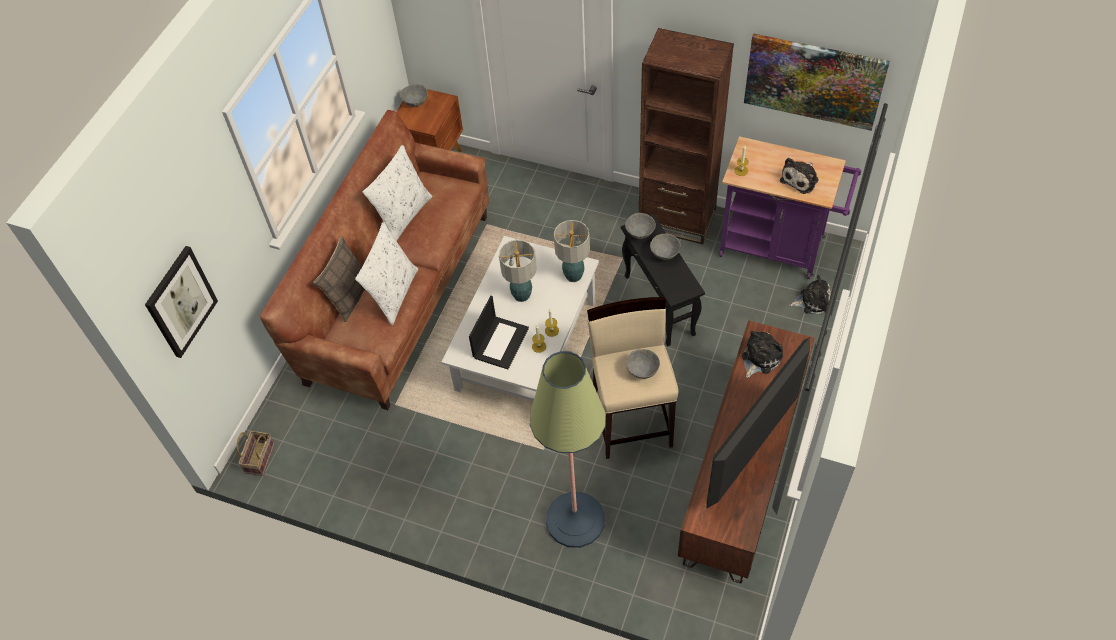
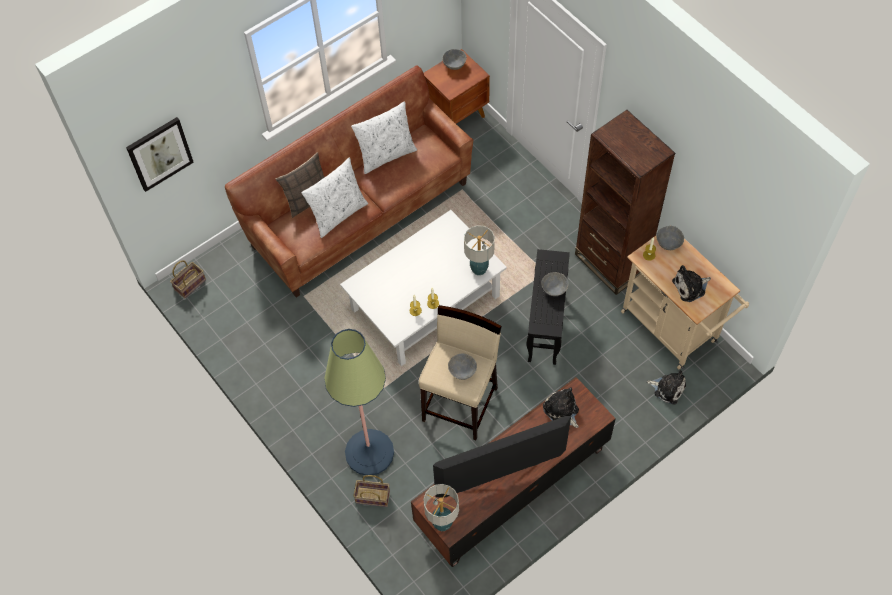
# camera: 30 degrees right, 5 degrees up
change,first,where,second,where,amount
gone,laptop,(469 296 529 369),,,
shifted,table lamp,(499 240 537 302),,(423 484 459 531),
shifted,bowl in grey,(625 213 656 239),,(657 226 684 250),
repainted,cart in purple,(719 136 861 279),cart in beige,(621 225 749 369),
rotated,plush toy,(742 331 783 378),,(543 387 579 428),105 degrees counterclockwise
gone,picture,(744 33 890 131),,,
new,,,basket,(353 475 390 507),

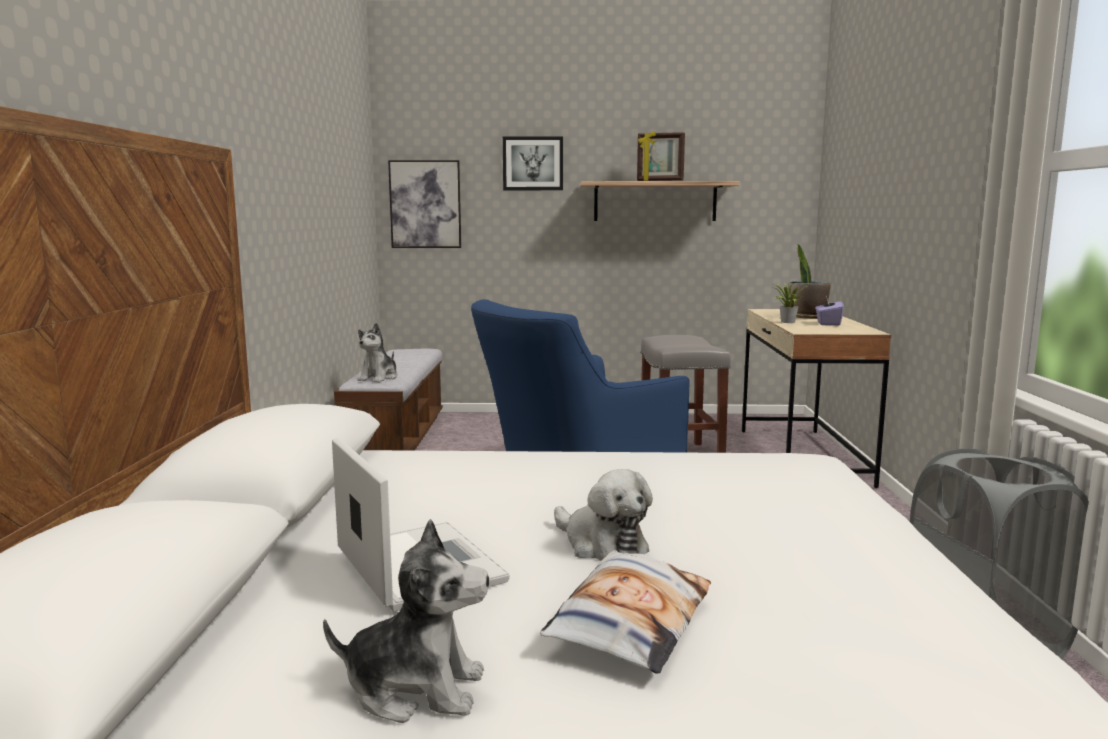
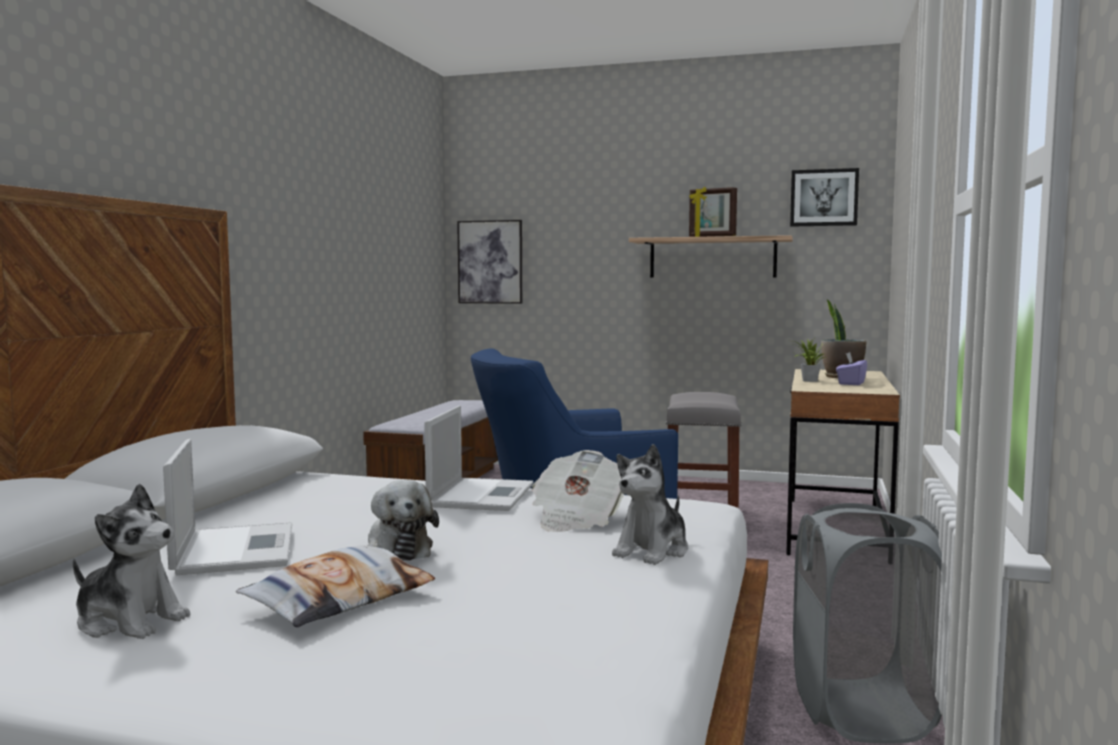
# camera: 15 degrees right, 5 degrees down
change,first,where,second,where,amount
shifted,plush toy,(358 323 398 382),,(612 444 688 565),
shifted,picture,(503 136 563 190),,(790 168 859 227),
new,,,laptop,(424 406 533 511),
new,,,newspaper,(532 450 624 532),

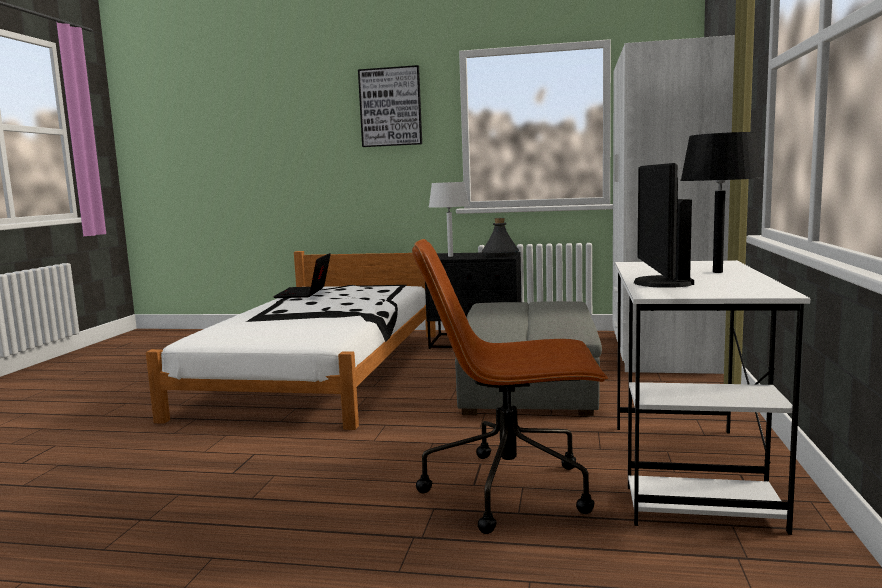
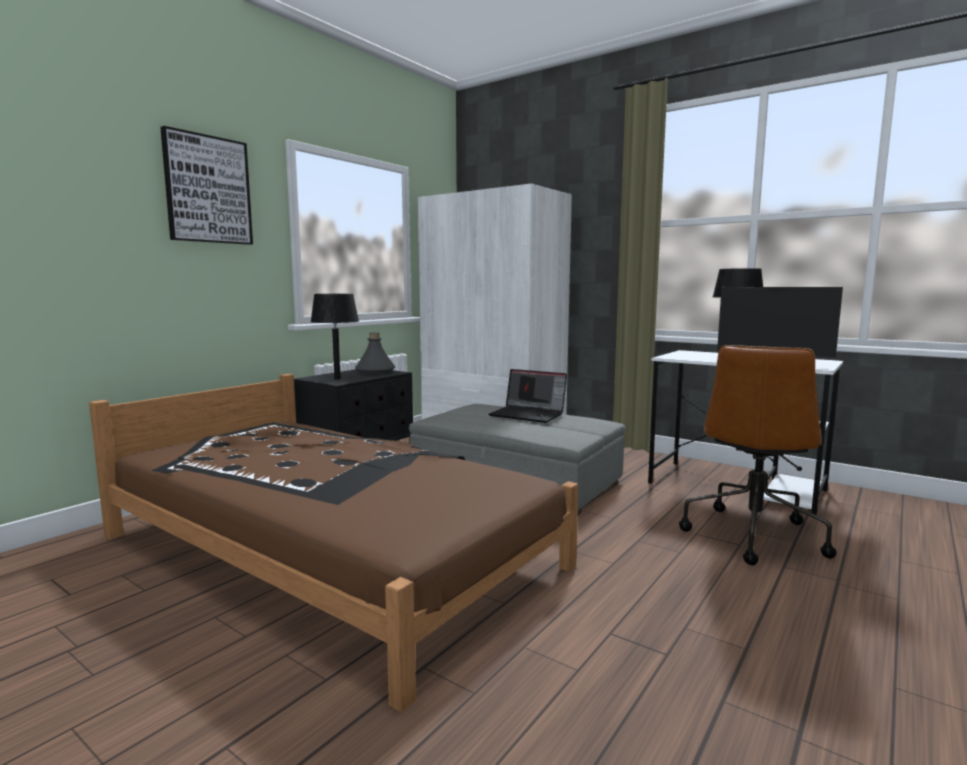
# camera: 65 degrees left, 0 degrees up
change,first,where,second,where,amount
repainted,bed in white,(146 251 436 430),bed in brown,(89 374 578 712),
shifted,laptop,(273 253 331 298),,(489 369 567 423),
repainted,table lamp in white,(429 182 469 257),table lamp in black,(311 294 359 379),

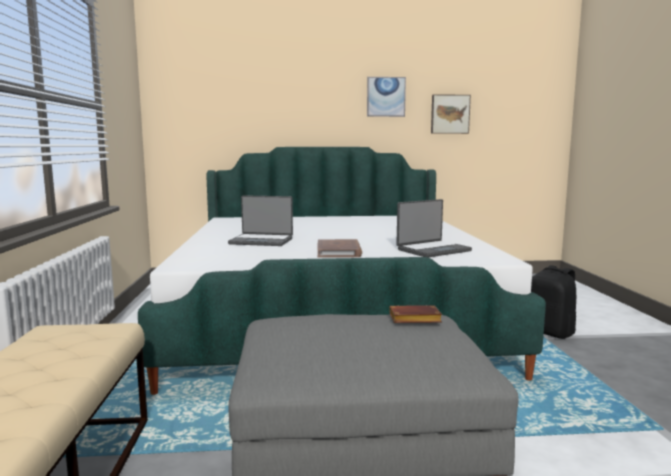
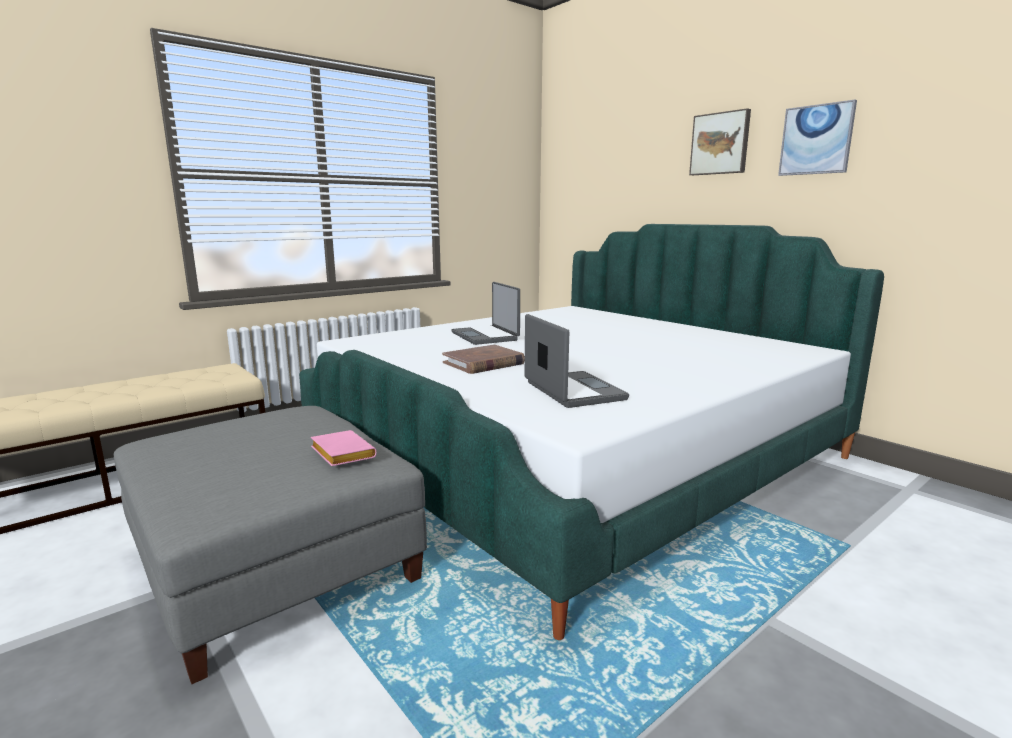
# camera: 55 degrees right, 5 degrees up
change,first,where,second,where,amount
repainted,book in brown,(389 305 442 323),book in pink,(311 430 377 466),
rotated,laptop,(396 199 472 257),,(525 314 629 408),135 degrees counterclockwise
shifted,picture,(431 94 471 134),,(689 108 751 175),
gone,backpack in black,(531 265 576 339),,,

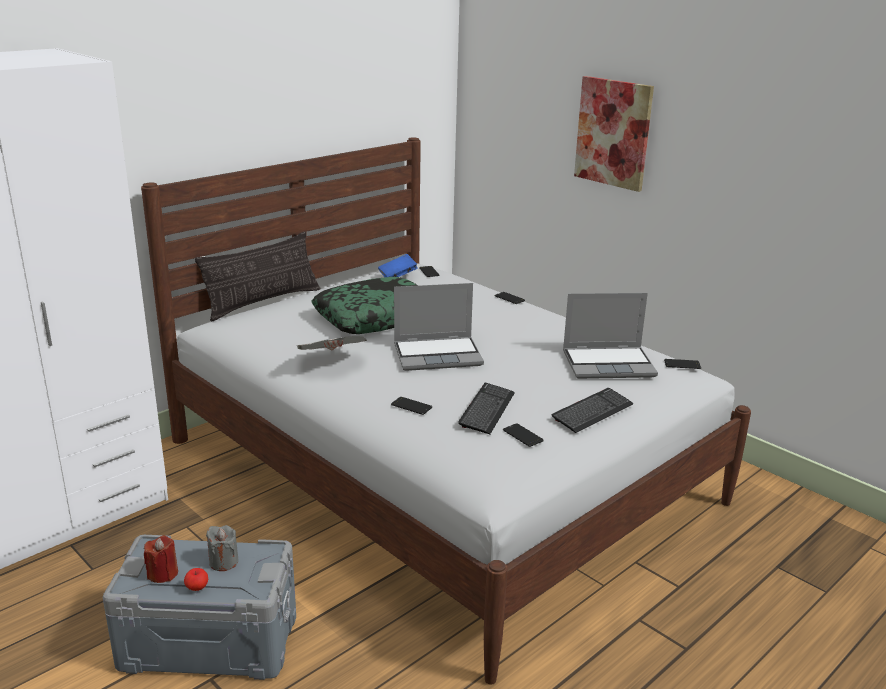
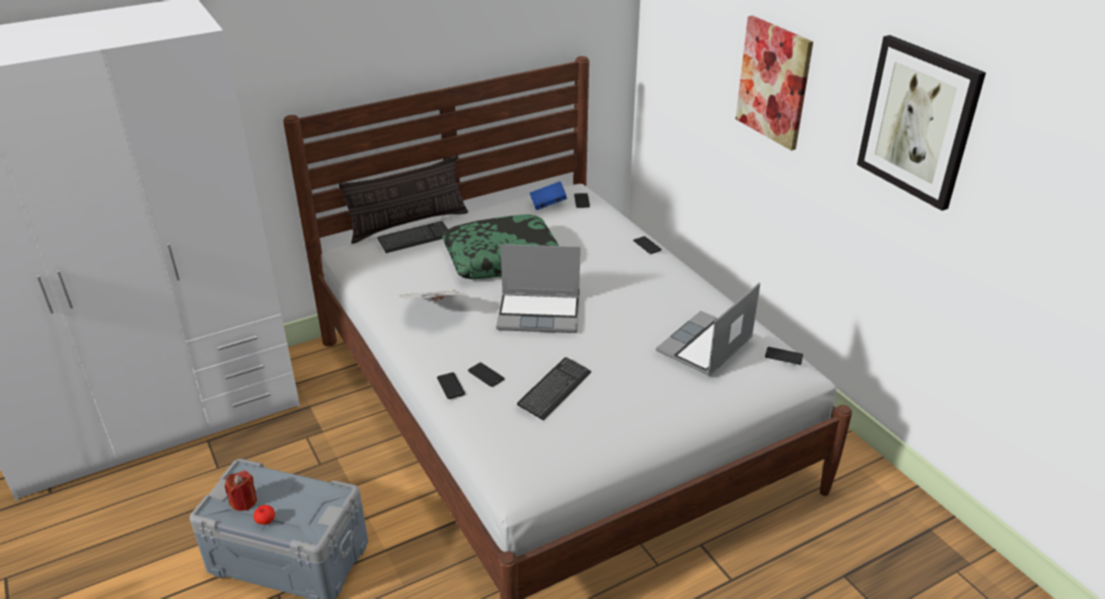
# camera: 15 degrees right, 10 degrees up
change,first,where,second,where,amount
gone,candle in grey,(206 525 239 571),,,
shifted,phone,(503 423 544 447),,(437 372 465 399),
shifted,keyboard,(552 388 633 433),,(377 221 448 253),
rotated,laptop,(563 293 658 379),,(656 283 760 376),120 degrees clockwise
new,,,picture,(857 35 986 211),

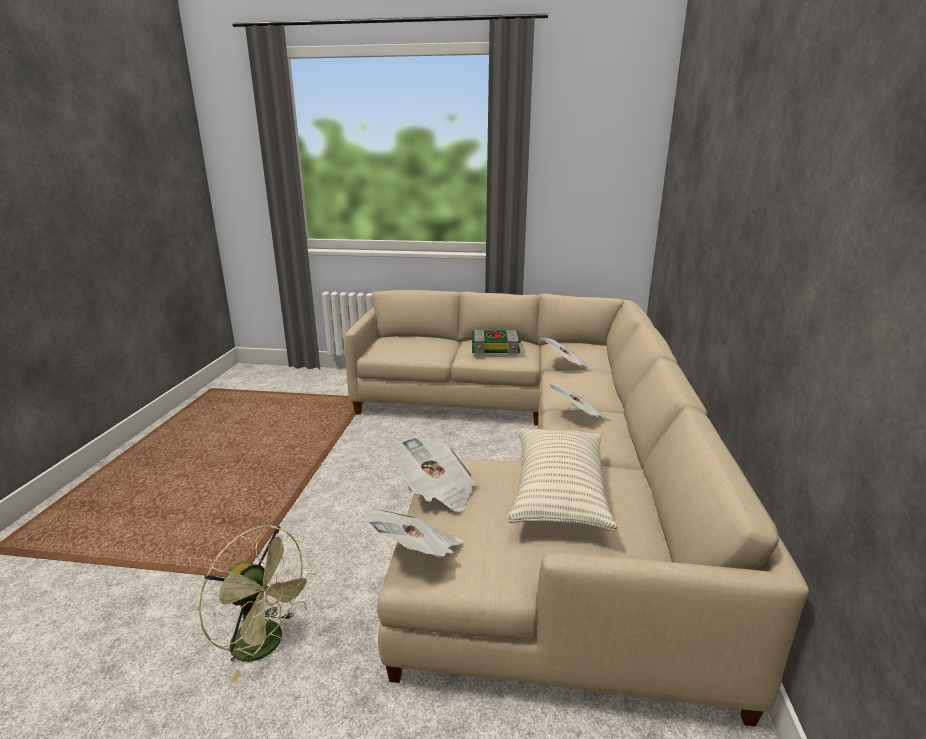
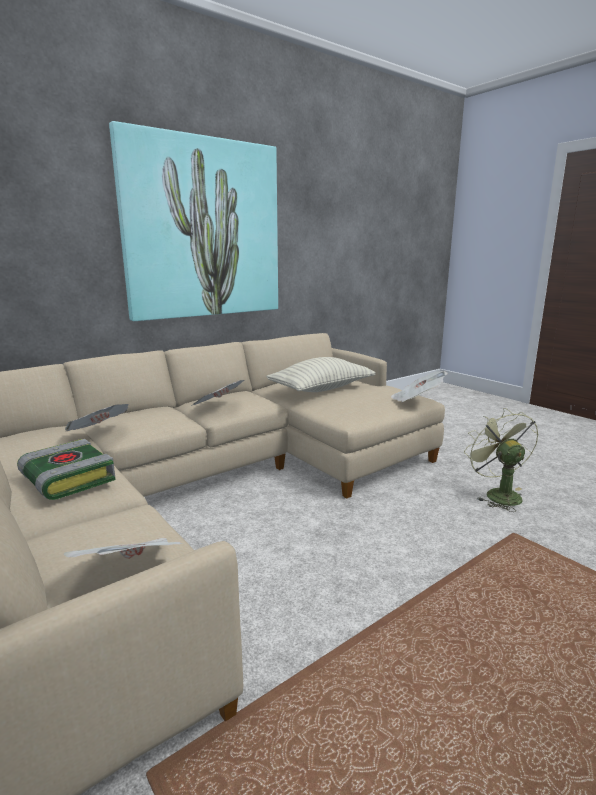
# camera: 135 degrees left, 5 degrees down
change,first,where,second,where,amount
shifted,newspaper,(395 437 477 512),,(64 538 186 559),
new,,,picture,(109 121 278 321),

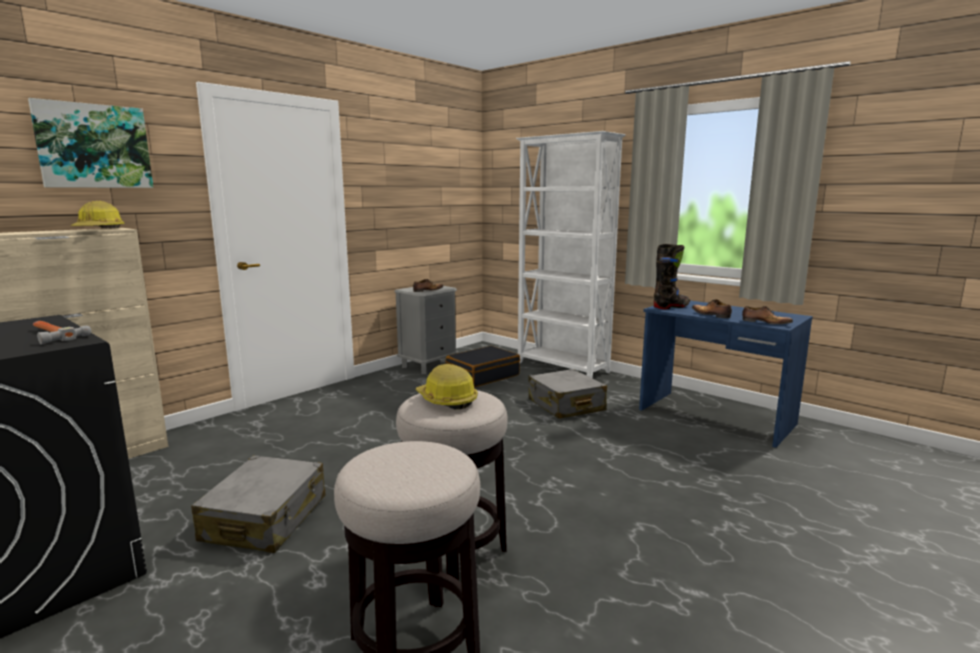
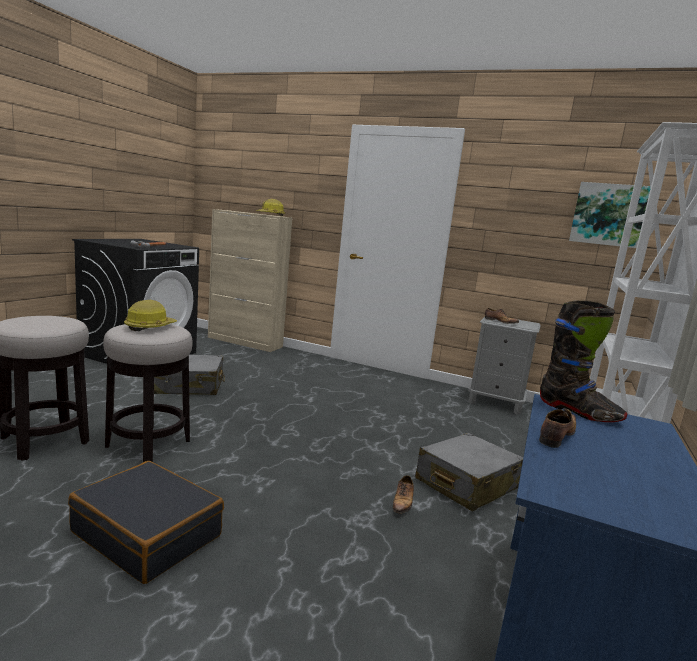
# camera: 70 degrees right, 0 degrees up
change,first,where,second,where,amount
shifted,picture,(28 98 153 188),,(569 182 650 248),
shifted,suitcase in black,(446 346 520 387),,(68 461 224 584),
shifted,shoe,(742 306 793 324),,(393 475 414 514),

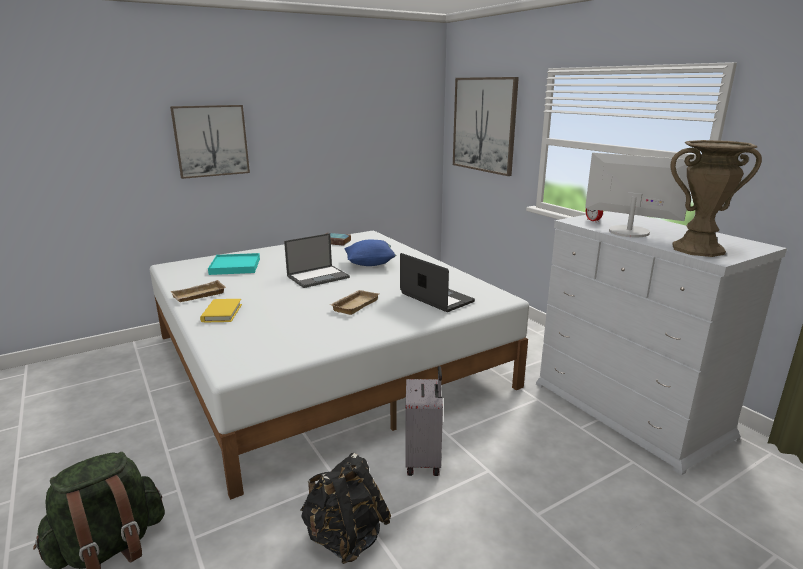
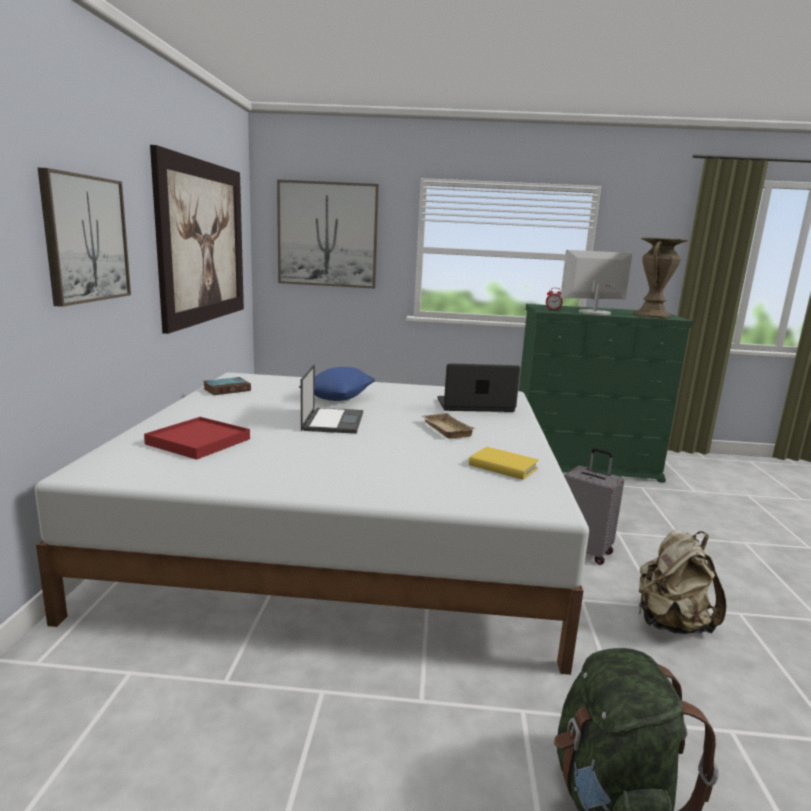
# camera: 55 degrees left, 5 degrees down
change,first,where,second,where,amount
gone,tray in beige,(170 280 226 302),,,
shifted,book in yellow,(200 299 242 322),,(469 447 539 480),
repainted,tray in turquoise,(208 253 260 275),tray in red,(144 417 250 460),
repainted,backpack in black,(300 453 391 564),backpack in beige,(638 530 726 634),
repainted,dresser in white,(536 211 787 476),dresser in green,(519 304 693 483),
new,,,picture,(150 145 244 334),

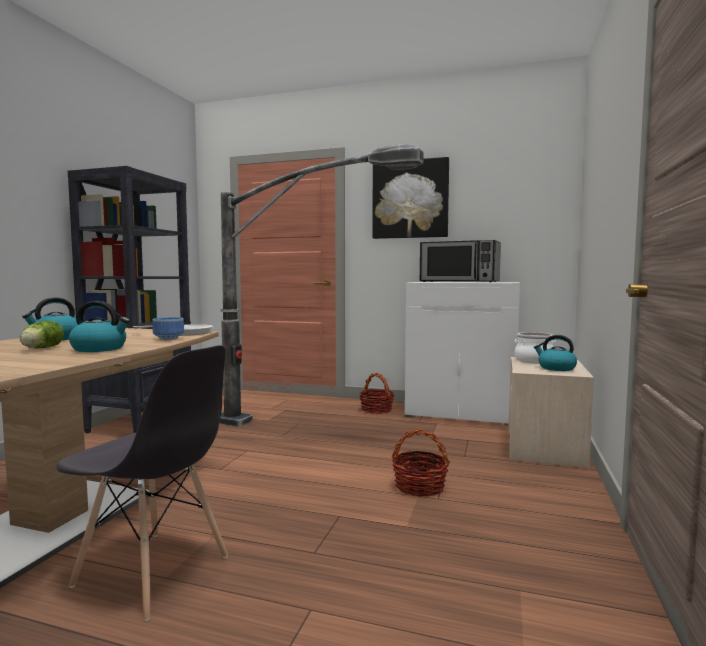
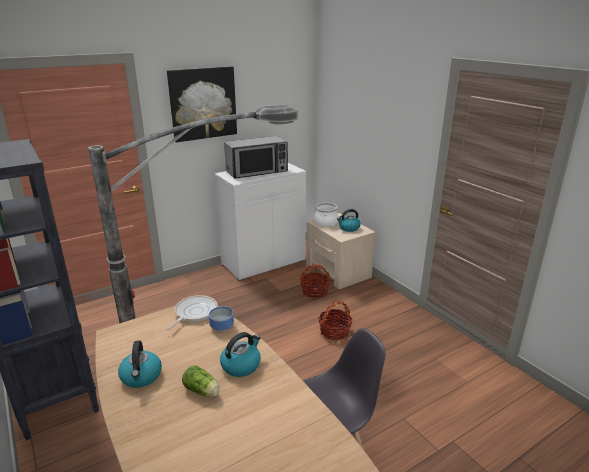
# camera: 50 degrees left, 20 degrees up
change,first,where,second,where,amount
shifted,basket,(359 373 395 414),,(300 264 331 298),

